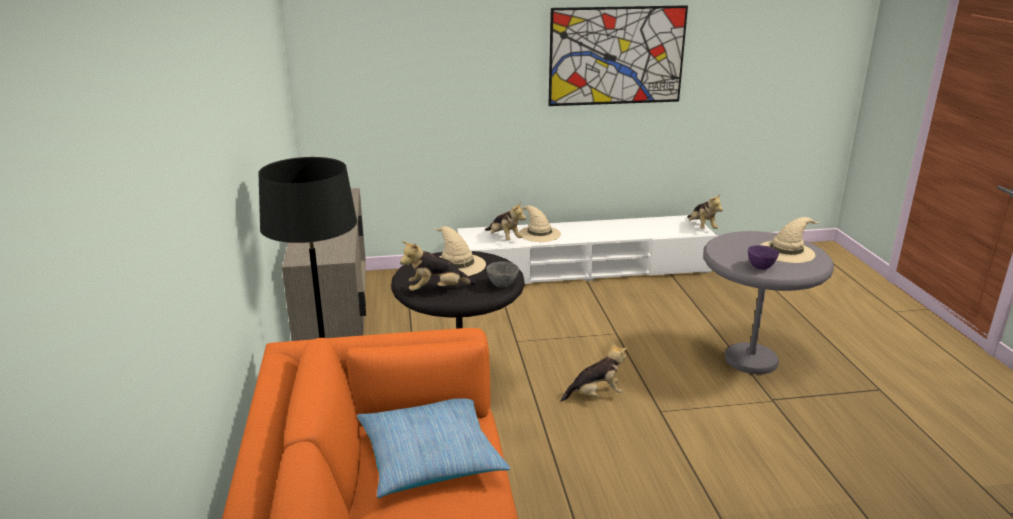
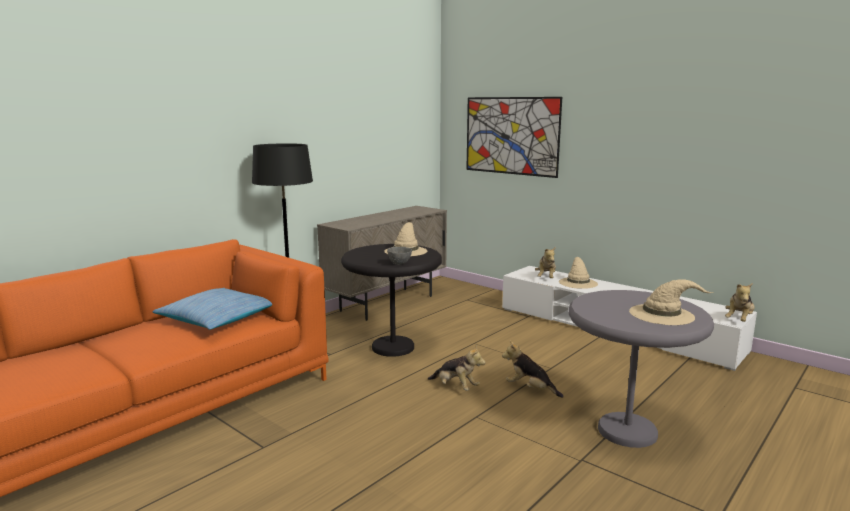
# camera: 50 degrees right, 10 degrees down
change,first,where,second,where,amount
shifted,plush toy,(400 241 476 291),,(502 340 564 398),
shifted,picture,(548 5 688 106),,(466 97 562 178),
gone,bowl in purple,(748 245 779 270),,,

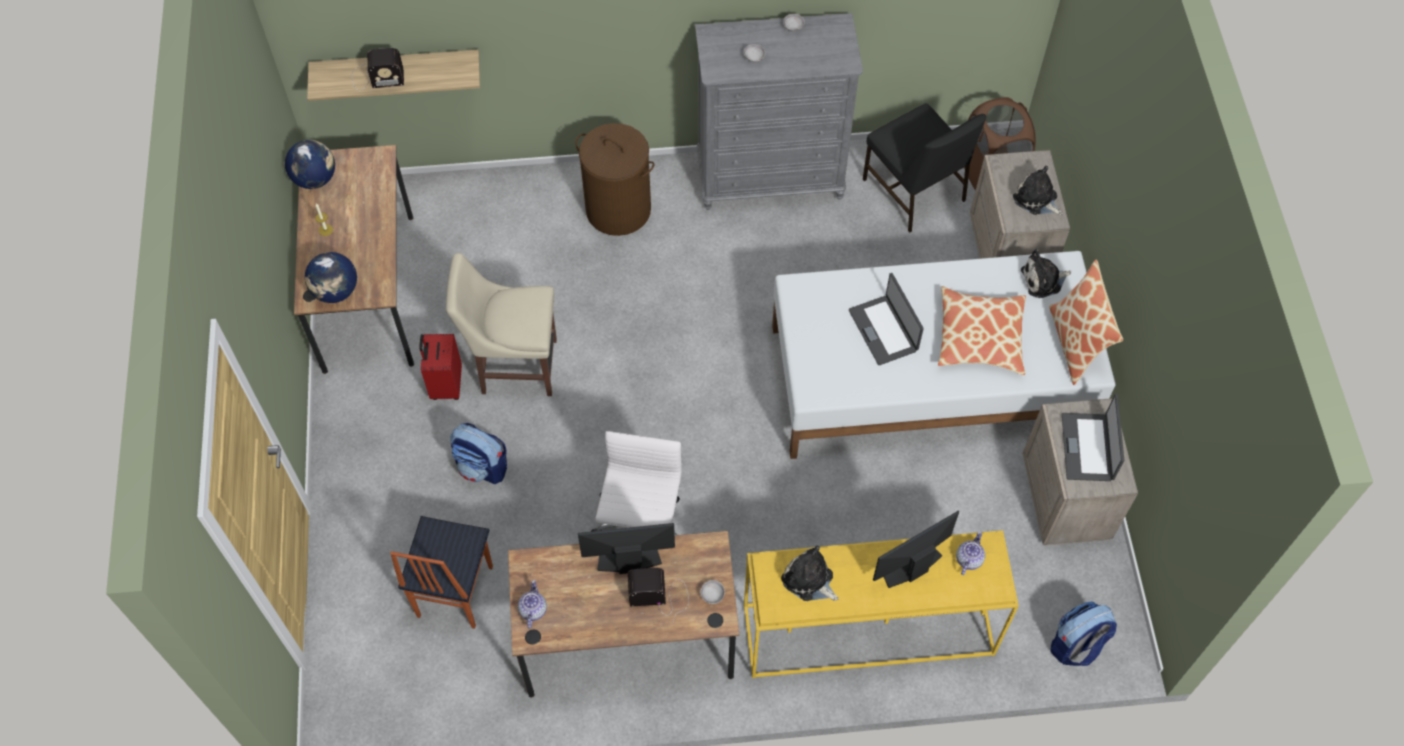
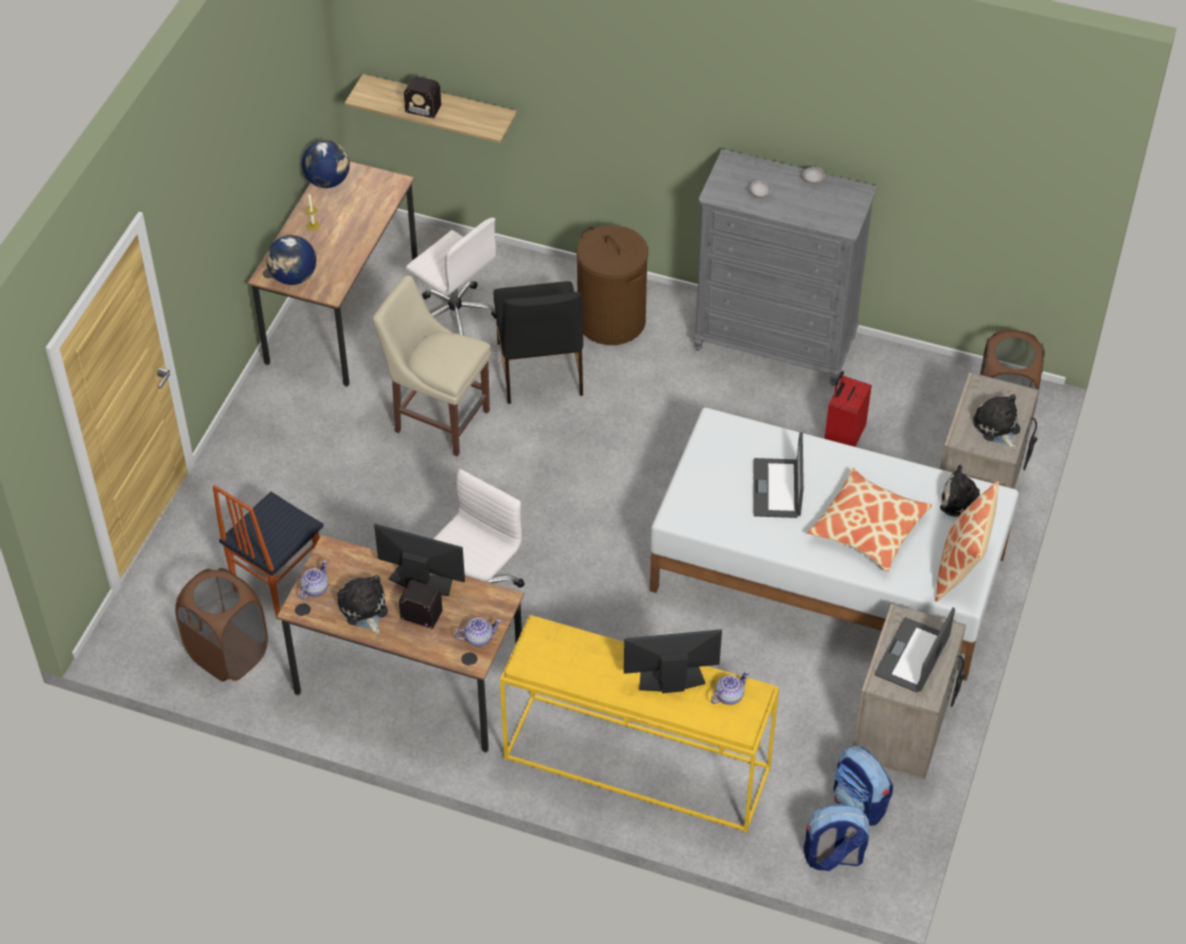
# camera: 25 degrees right, 10 degrees down
change,first,where,second,where,amount
shifted,suitcase in red,(419 334 462 400),,(825 371 872 447),
shifted,backpack,(450 423 507 484),,(834 745 893 825),
swapped,bowl in grey,(700 580 725 604),teapot,(455 618 501 647),
shifted,plush toy,(781 546 839 601),,(337 575 388 635),
shifted,chair in black,(863 103 986 233),,(494 281 583 404),
new,,,laundry basket in brown,(175 568 268 681),
new,,,office chair in white,(406 218 496 335),

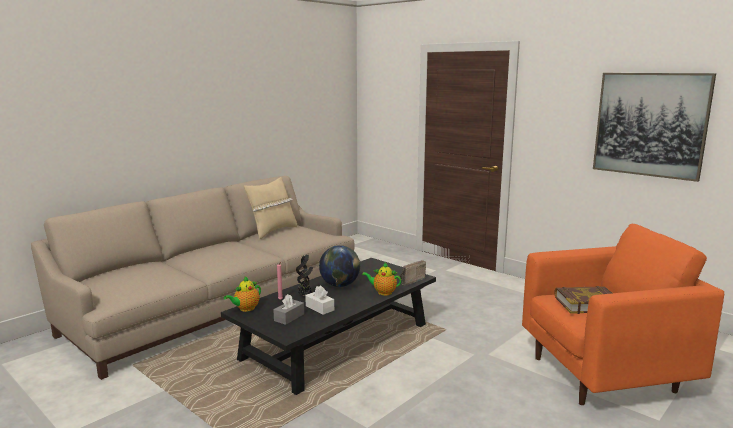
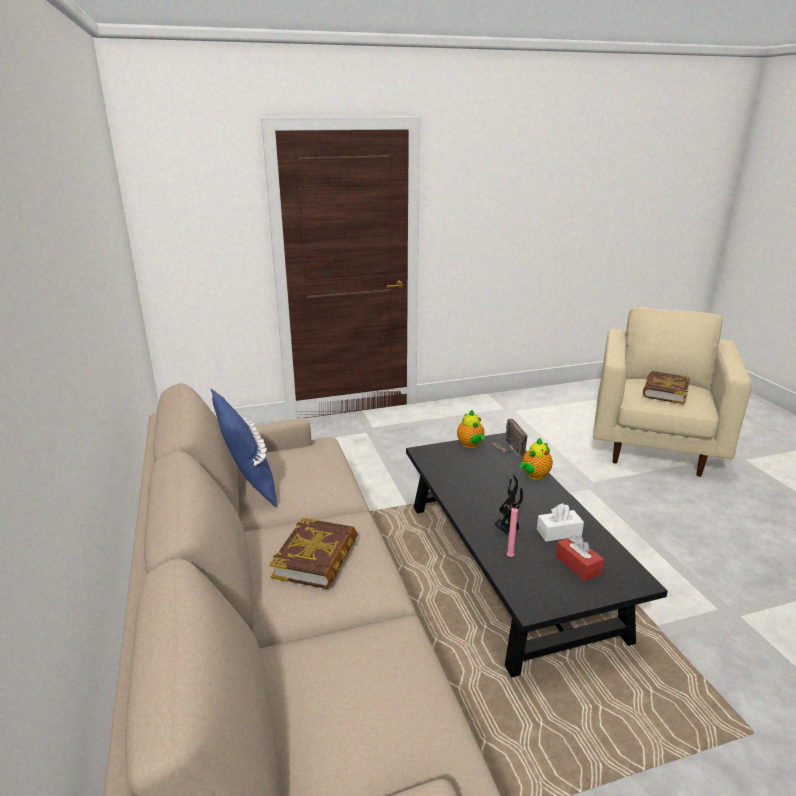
# camera: 60 degrees left, 10 degrees up
change,first,where,second,where,amount
shifted,teapot,(224 276 261 312),,(457 410 485 448),
repainted,pillow in beige,(244 177 297 239),pillow in blue,(211 389 277 506),
repainted,tissue box in grey,(273 294 304 325),tissue box in red,(556 535 604 581),
gone,globe,(319 245 360 287),,,
repainted,armchair in orange,(522 224 724 405),armchair in beige,(593 307 752 477),
gone,picture,(593 73 716 182),,,
new,,,book,(269 517 358 589),

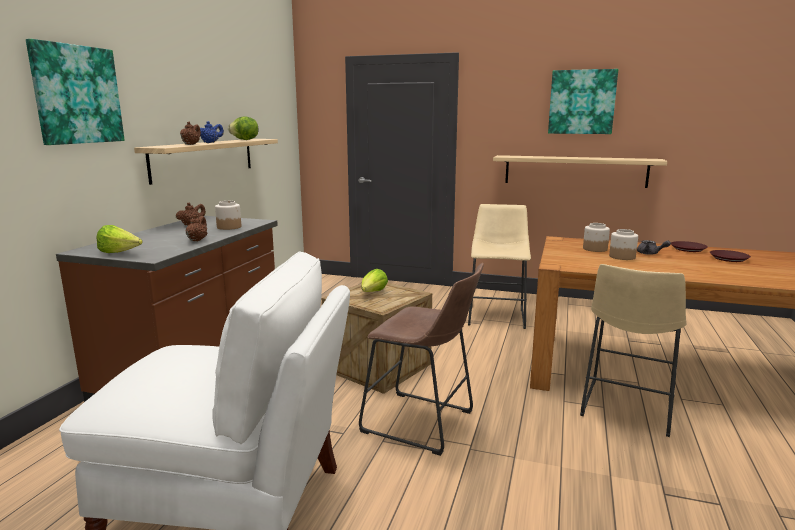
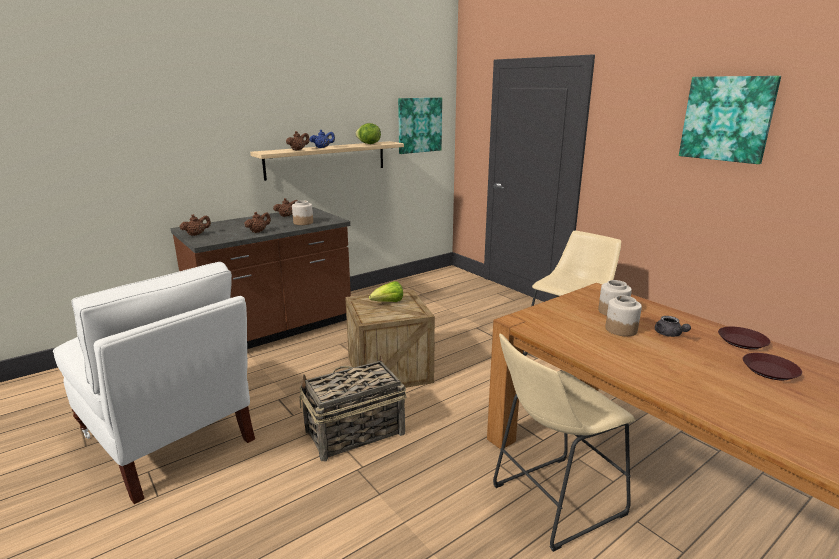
# camera: 35 degrees right, 5 degrees up
change,first,where,second,where,amount
shifted,picture,(26 39 124 145),,(398 98 442 154),
swapped,lettuce,(96 225 143 253),teapot in brown,(179 214 211 236),
swapped,stool in brown,(359 263 484 456),basket,(300 355 406 461),
gone,shelf,(493 155 667 188),,,

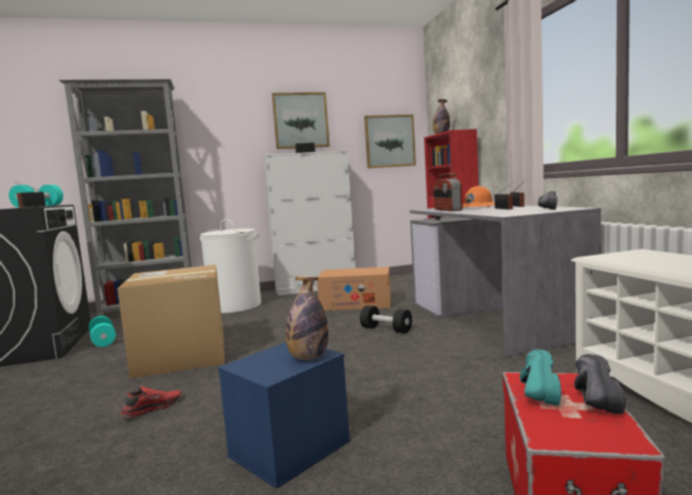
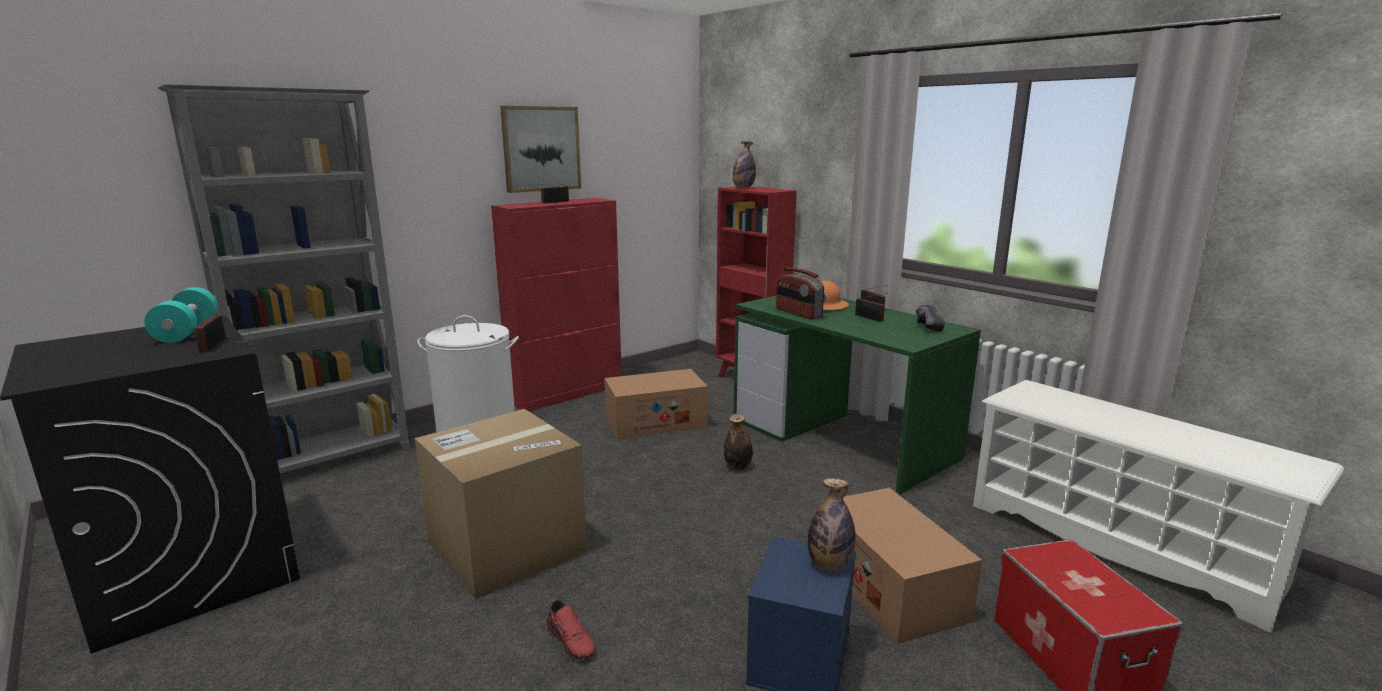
# camera: 25 degrees left, 10 degrees up
change,first,where,second,where,amount
gone,dumbbell in turquoise,(89 316 116 347),,,
rotated,shoe in red,(120 387 181 418),,(546 600 596 660),120 degrees clockwise
repainted,cabinet in white,(264 150 355 296),cabinet in red,(491 198 622 411),
swapped,dumbbell in black,(360 305 412 333),bottle,(724 414 753 470),
gone,picture,(364 114 416 168),,,
repainted,desk in grey,(410 205 601 357),desk in green,(734 296 981 494),
gone,shoe in turquoise,(520 350 561 406),,,
gone,shoe in black,(574 354 626 414),,,
new,,,cardboard box,(822 488 982 644),

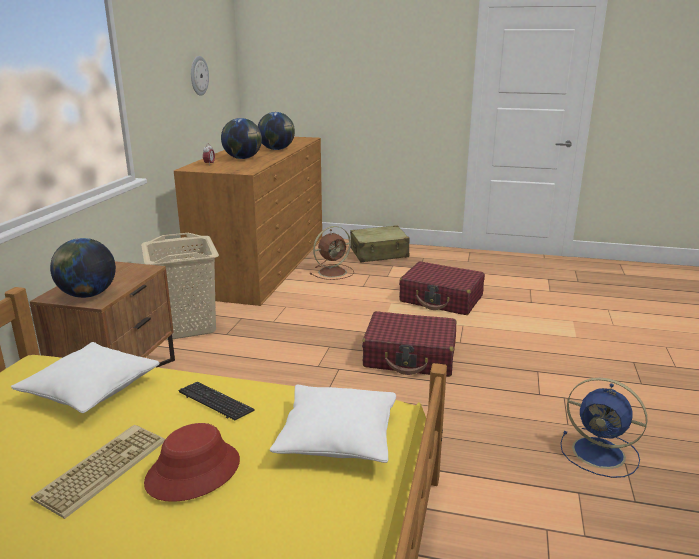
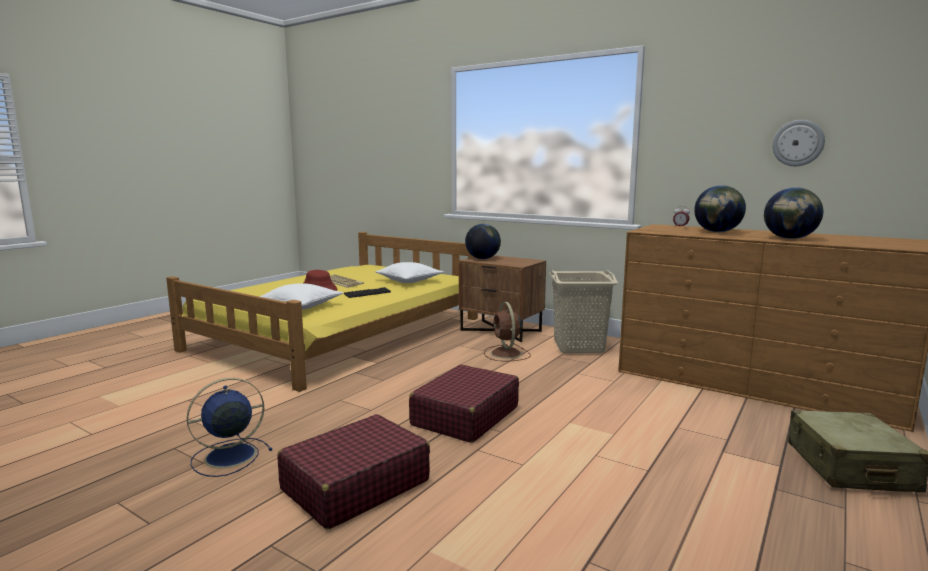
# camera: 110 degrees right, 10 degrees down
change,first,where,second,where,amount
shifted,fan in brown,(310 226 354 280),,(484 302 531 362),
shifted,suitcase in red,(399 261 485 315),,(278 414 430 529),

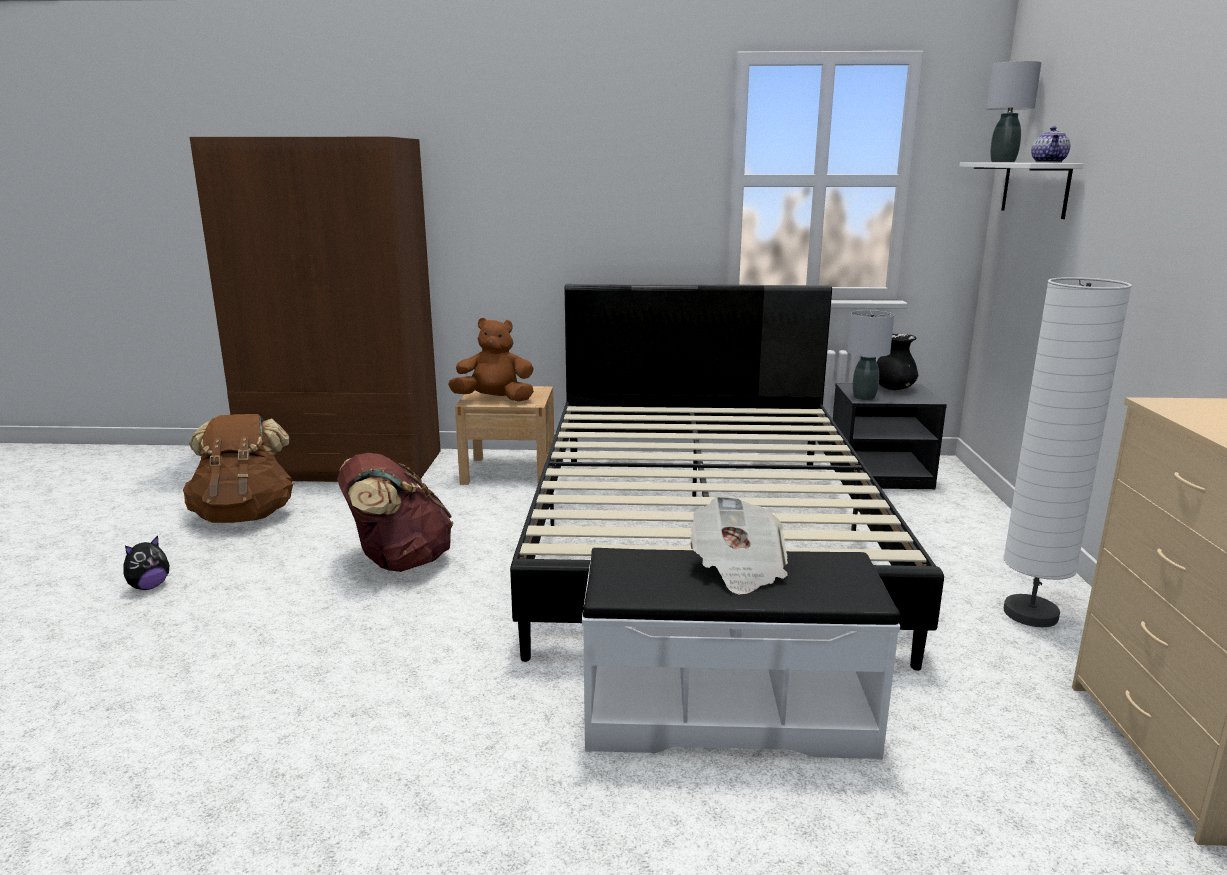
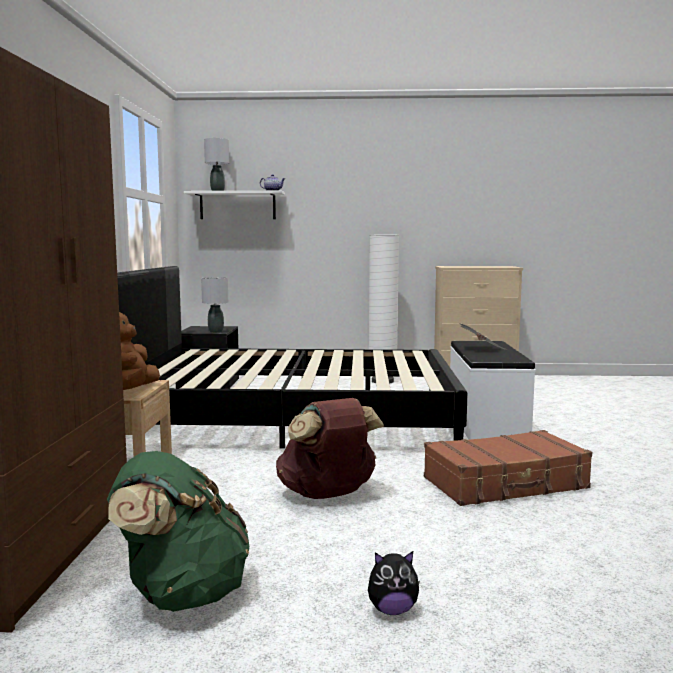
# camera: 90 degrees left, 10 degrees down
change,first,where,second,where,amount
rotated,plush toy,(123 536 169 590),,(368 551 420 615),135 degrees clockwise
repainted,backpack in brown,(183 414 295 523),backpack in green,(107 451 249 612),
gone,vase in black,(877 334 918 390),,,
new,,,suitcase in brown,(424 430 592 506),

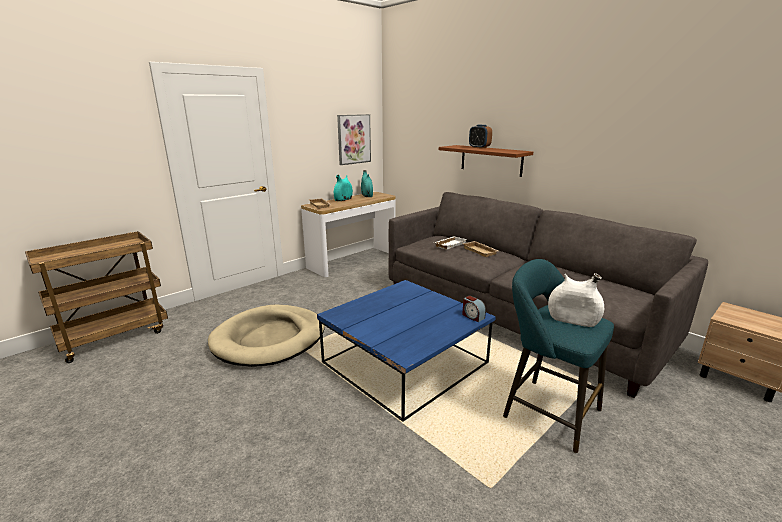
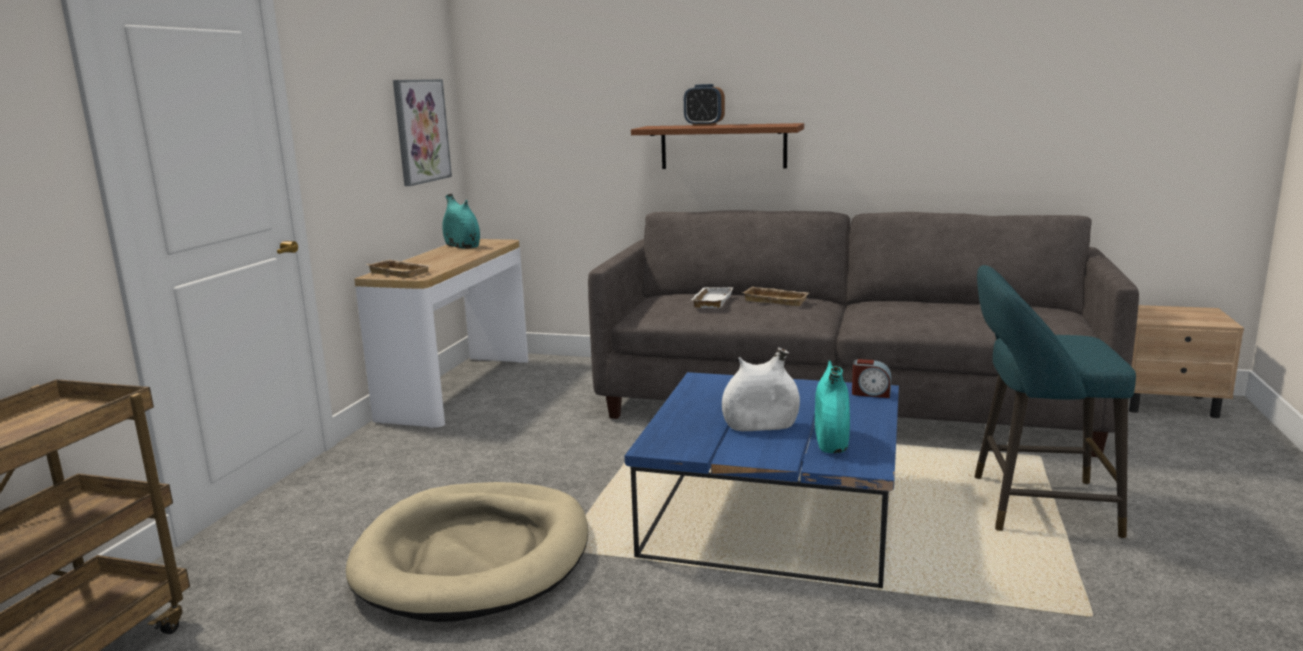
# camera: 30 degrees left, 5 degrees down
change,first,where,second,where,amount
shifted,vase in turquoise,(334 175 353 201),,(815 361 850 453),
shifted,vase in white,(548 273 604 327),,(722 347 800 431),

